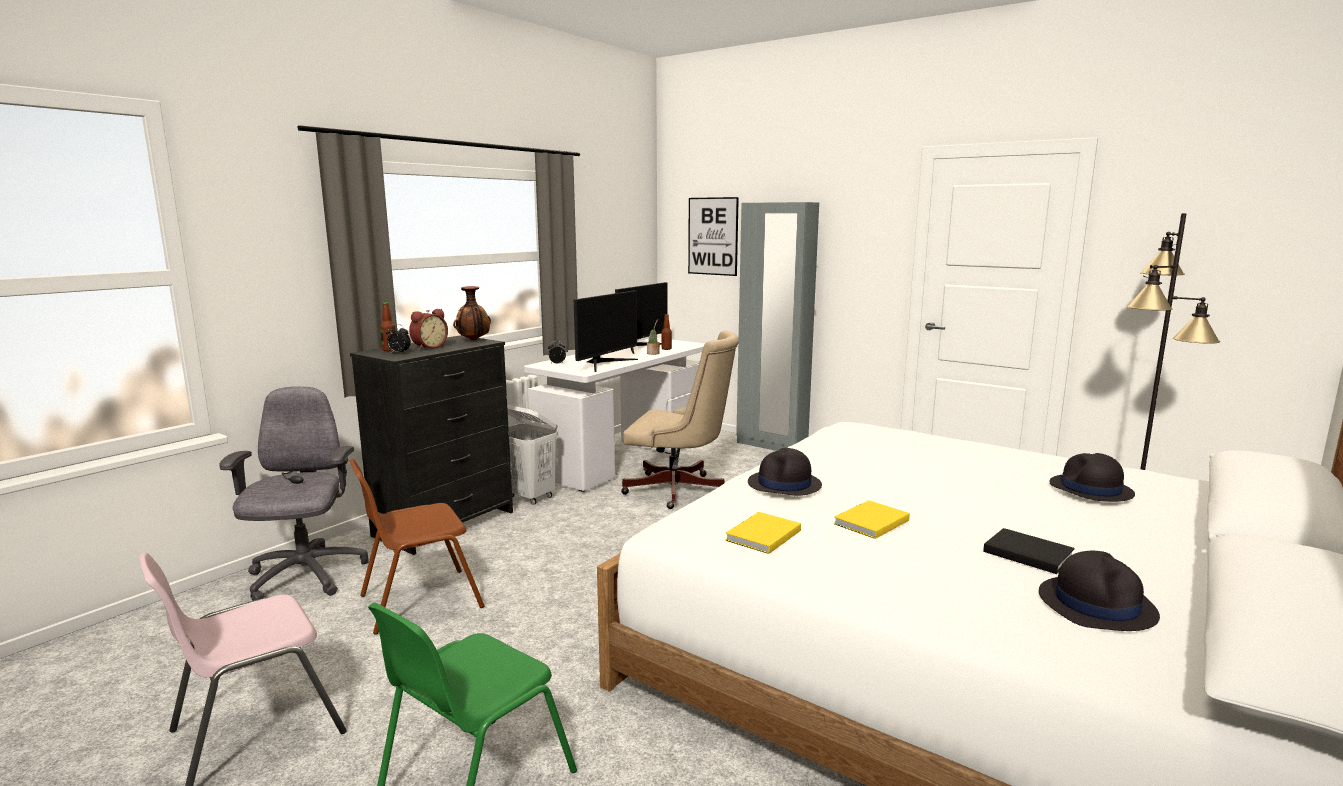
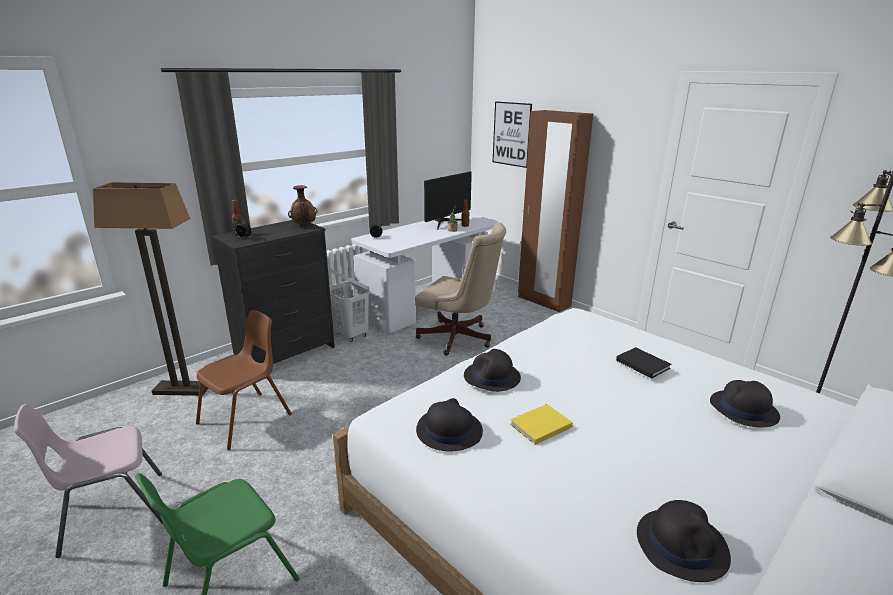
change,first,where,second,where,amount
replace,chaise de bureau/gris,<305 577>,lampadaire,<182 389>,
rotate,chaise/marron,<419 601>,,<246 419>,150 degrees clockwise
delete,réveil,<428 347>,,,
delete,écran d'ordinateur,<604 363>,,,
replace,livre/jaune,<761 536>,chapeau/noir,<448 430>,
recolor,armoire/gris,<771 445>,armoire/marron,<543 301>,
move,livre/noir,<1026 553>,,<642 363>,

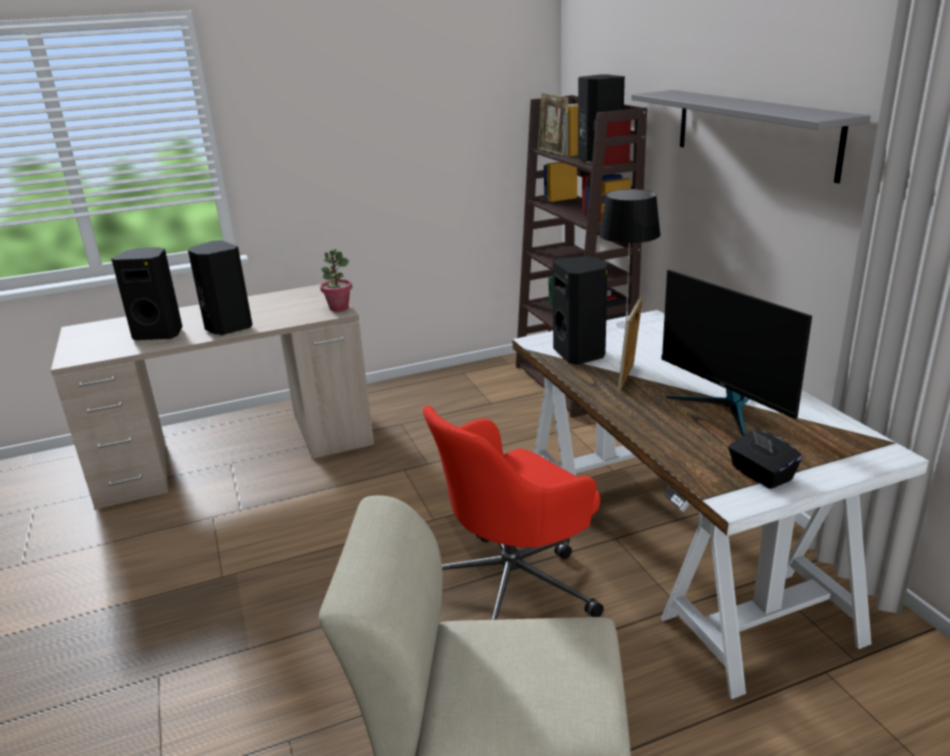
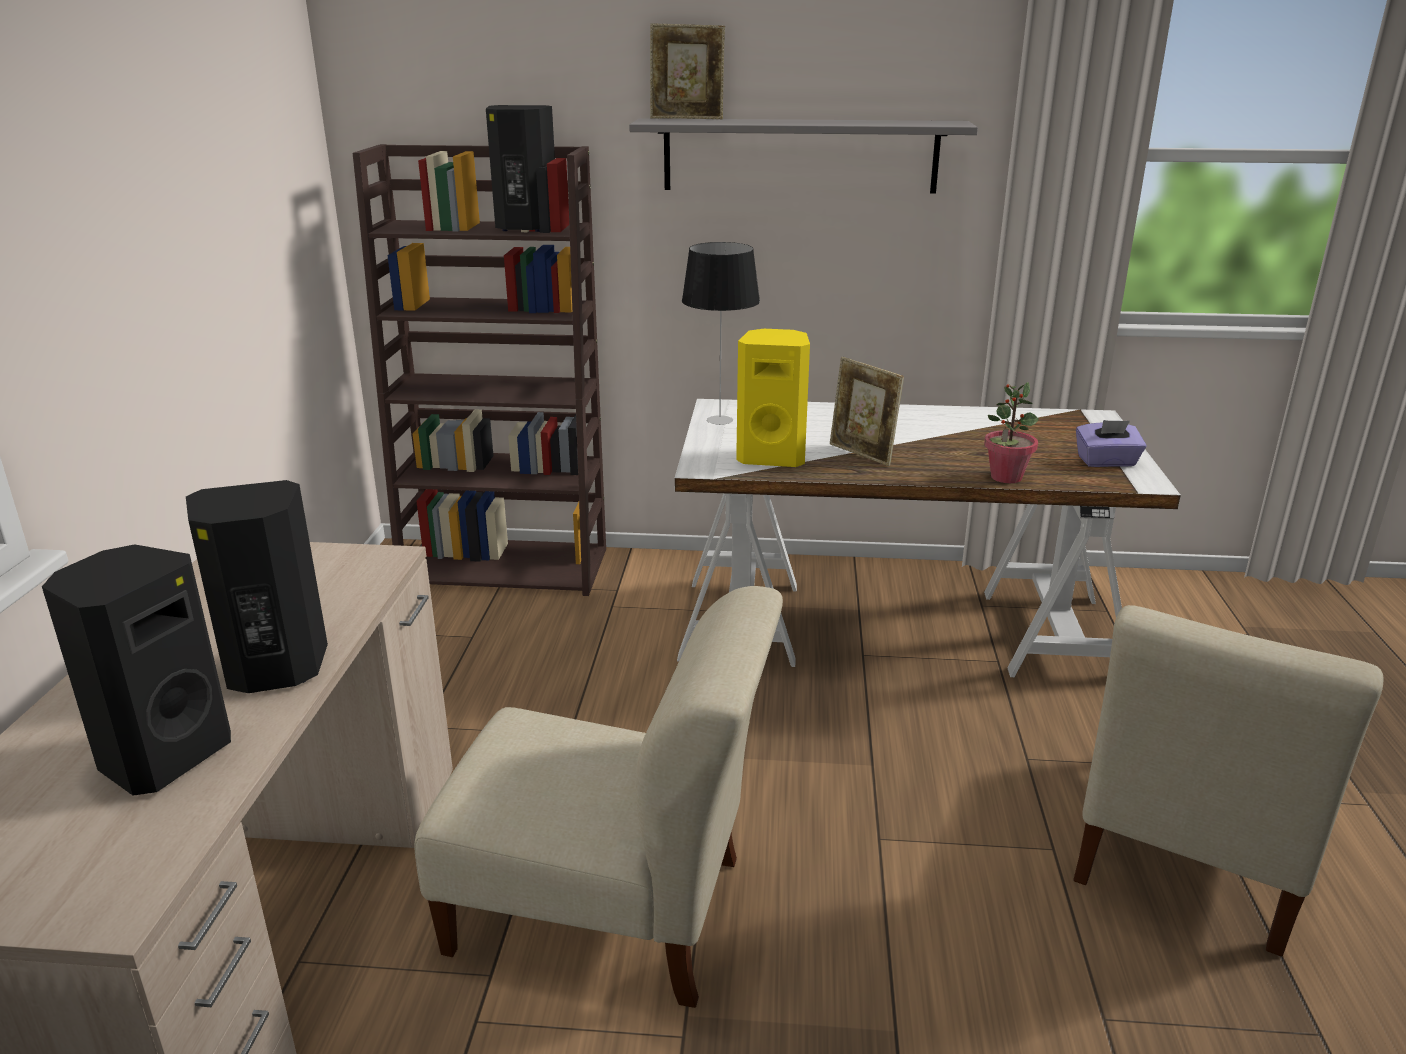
change,first,where,second,where,amount
move,plante en pot,<339 308>,,<1005 477>,
delete,chaise de bureau/rouge,<514 586>,,,
move,cadre photo,<552 152>,,<687 119>,
recolor,enceinte/noir,<580 354>,enceinte/jaune,<772 457>,
delete,écran d'ordinateur,<725 407>,,,
recolor,boîte à mouchoirs/noir,<761 474>,boîte à mouchoirs/violet,<1106 462>,
insert,,,chaise/beige,<609 910>,

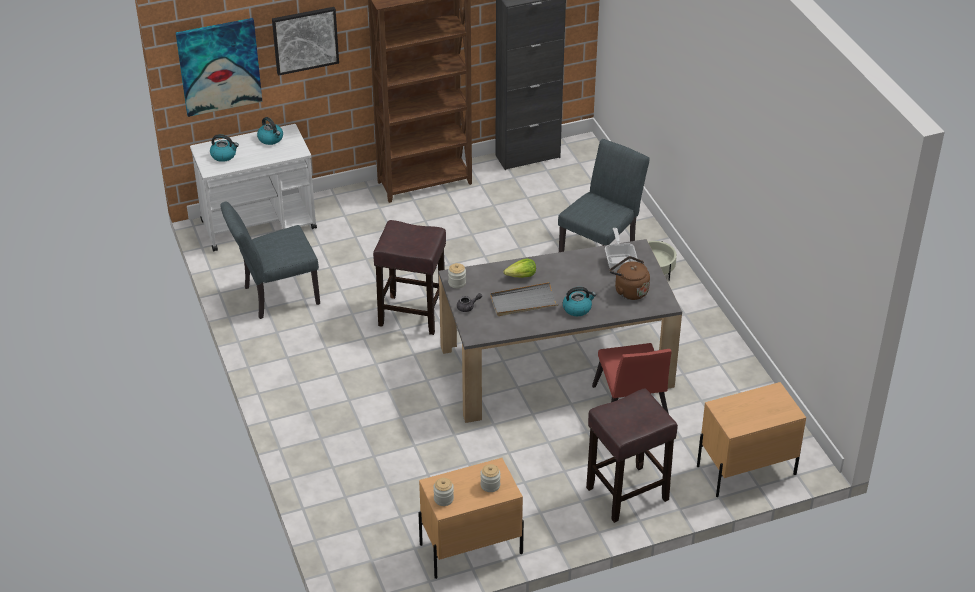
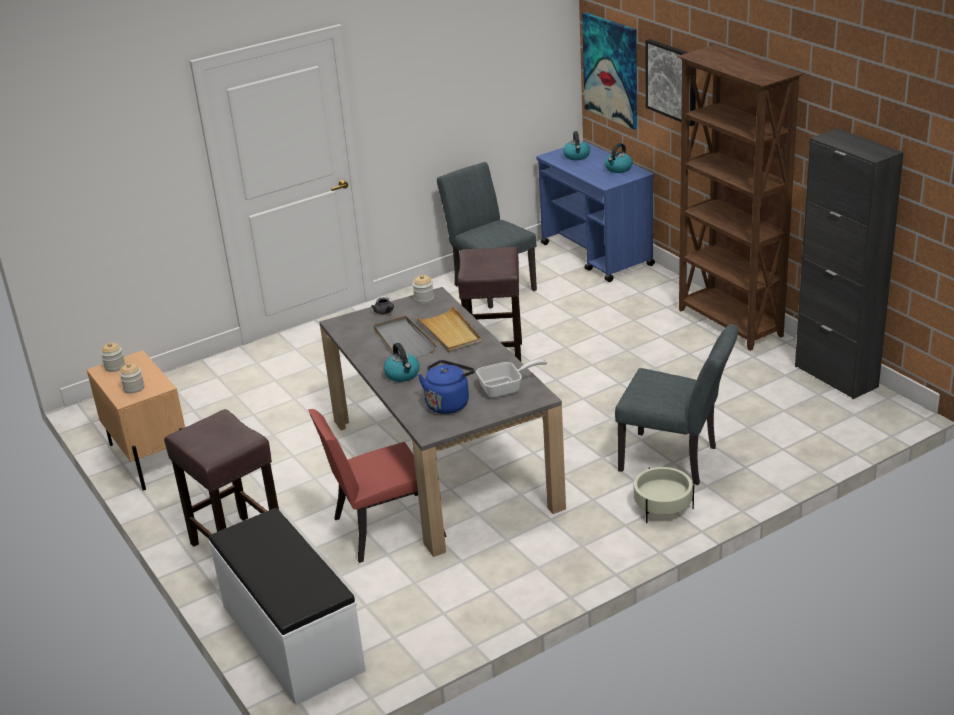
change,first,where,second,where,amount
recolor,chariot/blanc,<259 225>,chariot/bleu,<597 255>,
replace,laitue,<521 276>,plateau/beige,<449 332>,
recolor,bouilloire/marron,<629 291>,bouilloire/bleu,<448 403>,
replace,table de chevet/beige,<745 470>,banc/blanc,<291 638>,

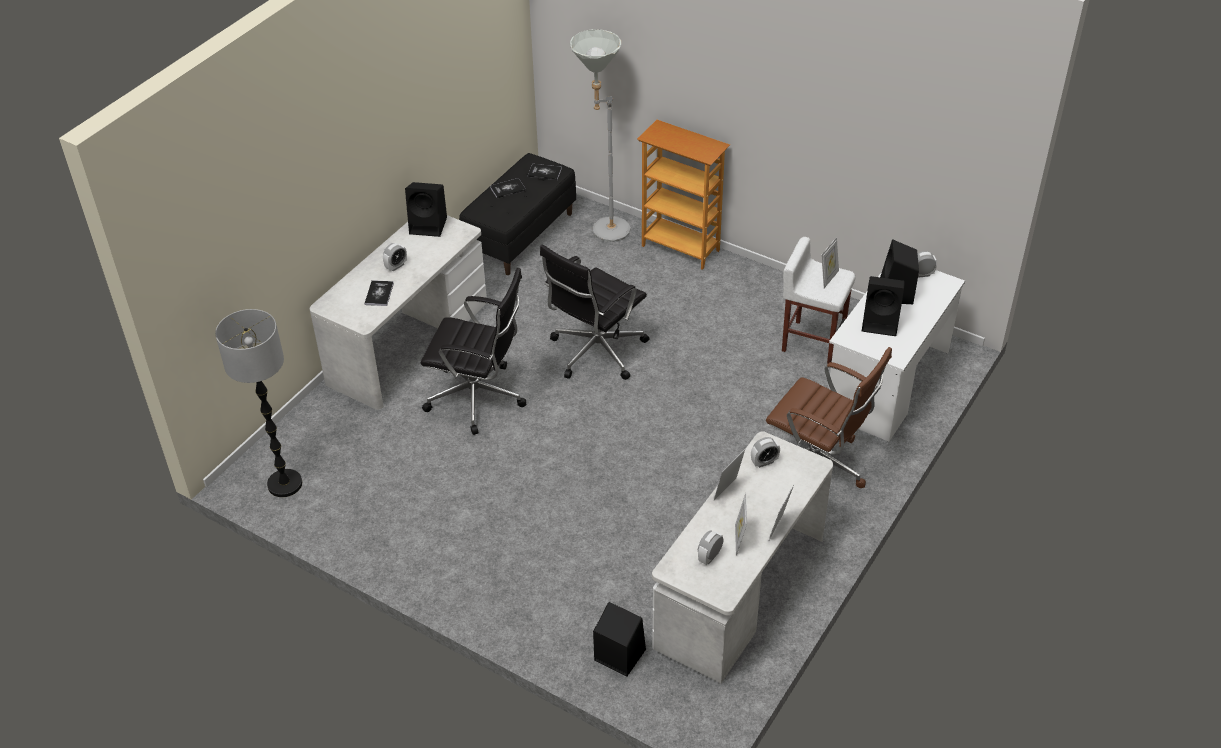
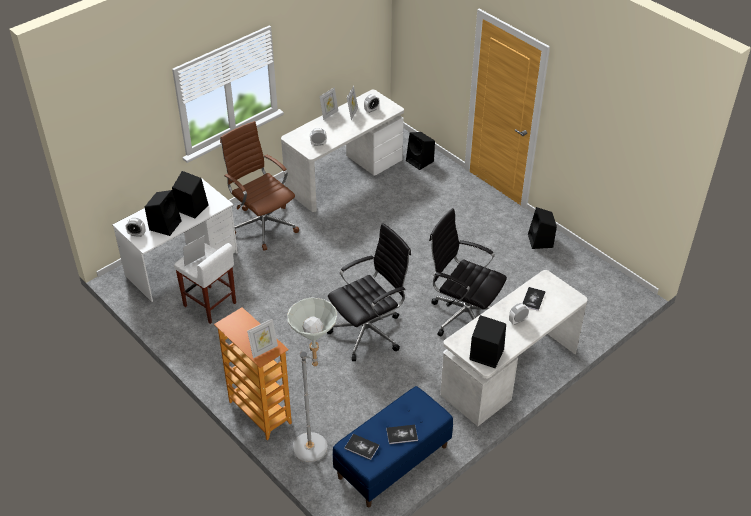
change,first,where,second,where,amount
delete,lampadaire,<285 484>,,,
recolor,banc/noir,<520 235>,banc/bleu,<393 462>,
move,cadre photo,<728 491>,,<264 350>,
insert,,,enceinte/noir,<540 241>,

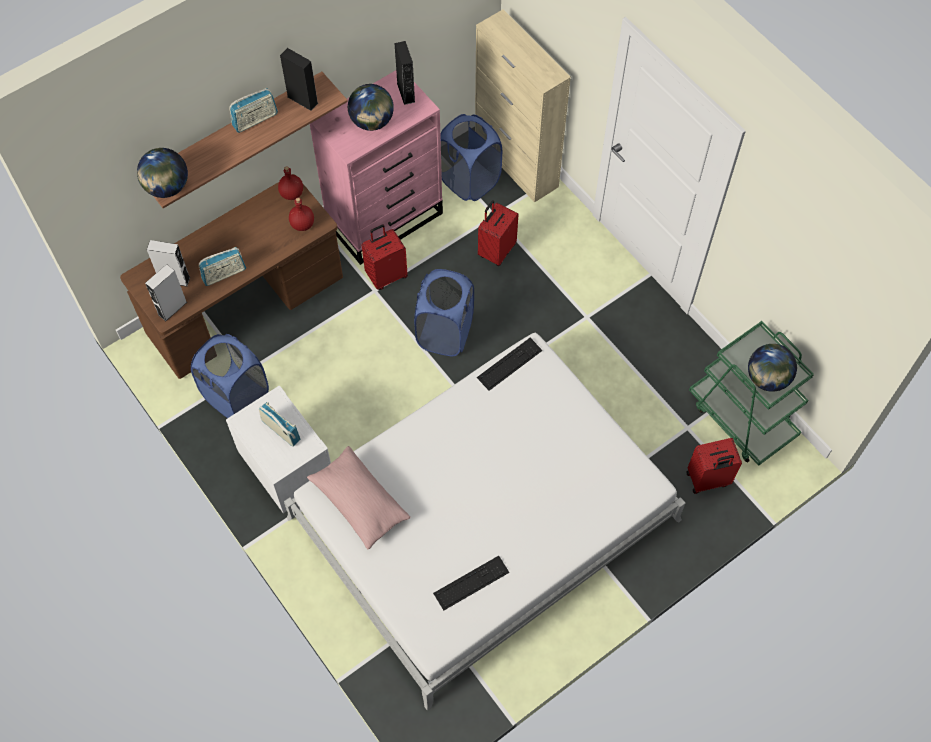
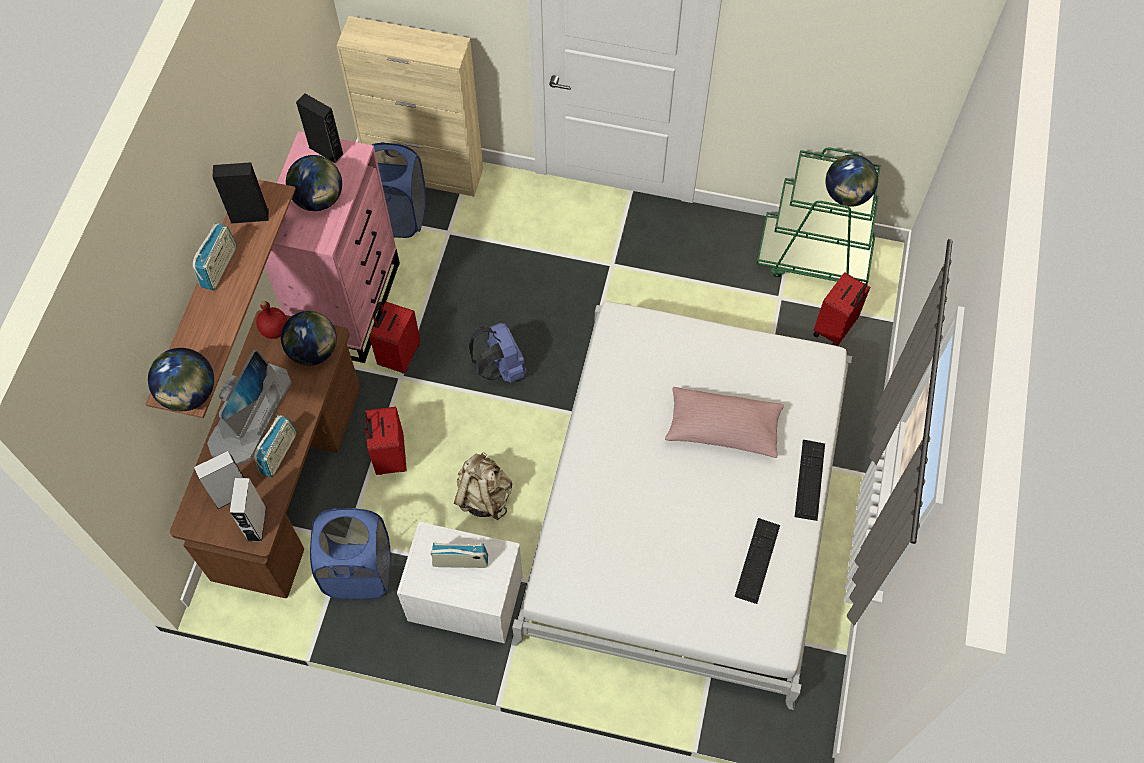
change,first,where,second,where,amount
replace,bouteille/rouge,<303 224>,globe,<314 351>,
move,coussin/rose,<359 502>,,<722 429>,
replace,panier à linge/bleu,<445 333>,sac à dos/bleu,<501 368>,
move,clavier,<509 364>,,<810 479>,
move,valise/rouge,<496 250>,,<389 457>,
insert,,,écran d'ordinateur,<250 412>,
insert,,,sac à dos/beige,<484 496>,

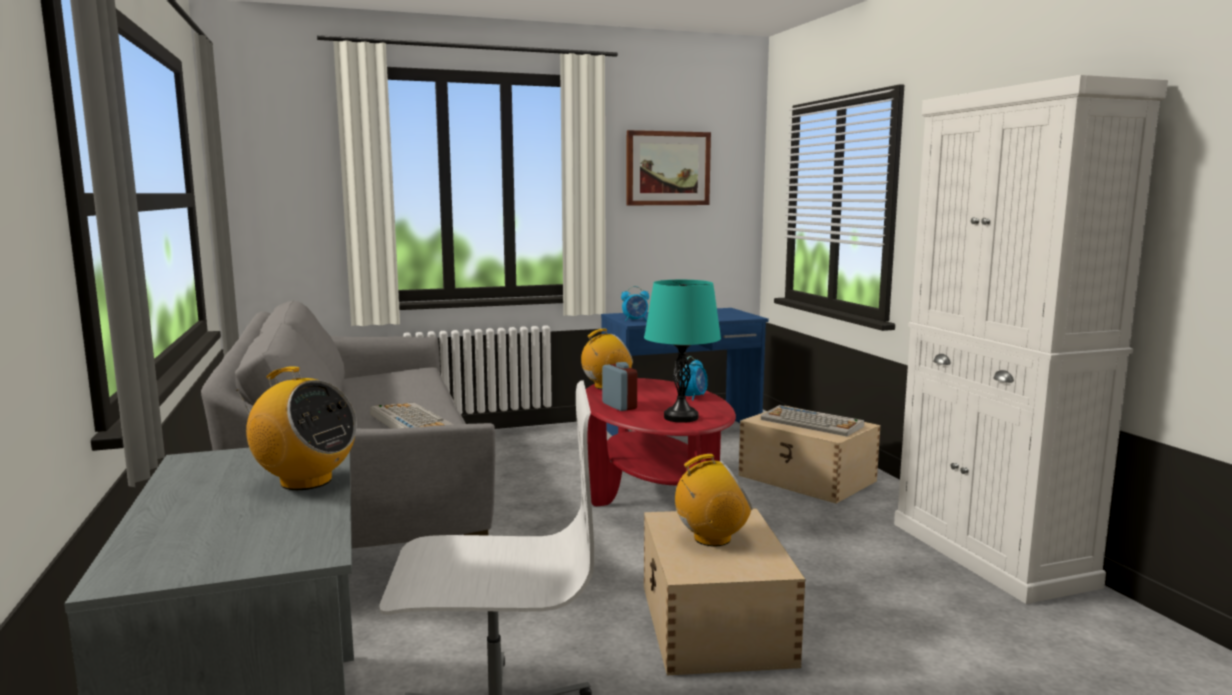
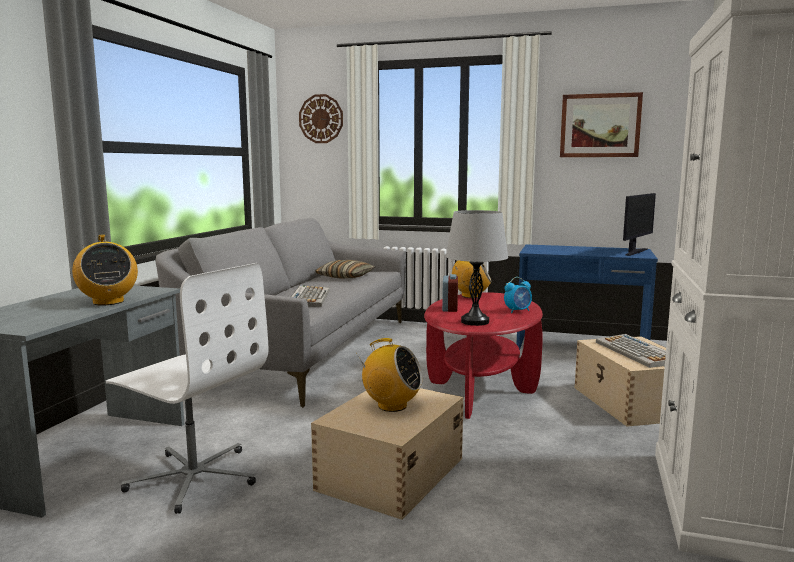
change,first,where,second,where,amount
delete,réveil,<635 320>,,,
recolor,lampe de table/turquoise,<681 417>,lampe de table/gris,<475 322>,
insert,,,horloge murale,<321 119>,
insert,,,coussin,<345 277>,
insert,,,écran d'ordinateur,<635 252>,

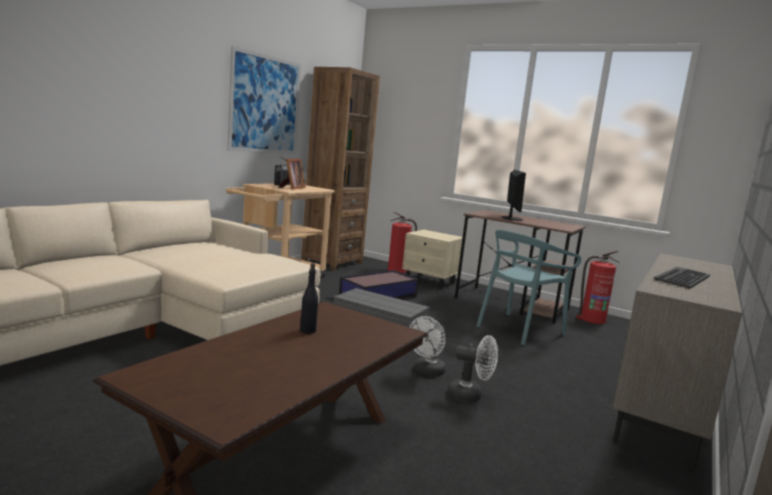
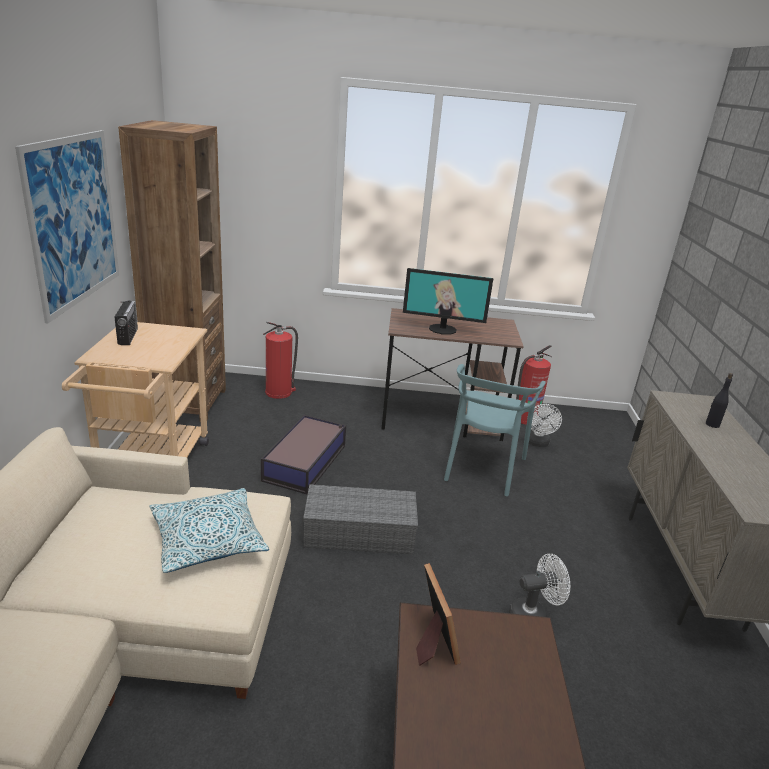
change,first,where,second,where,amount
move,cadre photo,<292 188>,,<433 640>,
move,bouteille/noir,<308 330>,,<712 424>,
delete,table de chevet/beige,<430 282>,,,
move,ventilateur/blanc,<427 372>,,<537 443>,
rotate,écran d'ordinateur,<511 218>,,<442 329>,120 degrees clockwise
delete,clavier,<683 278>,,,
insert,,,coussin,<208 540>,

